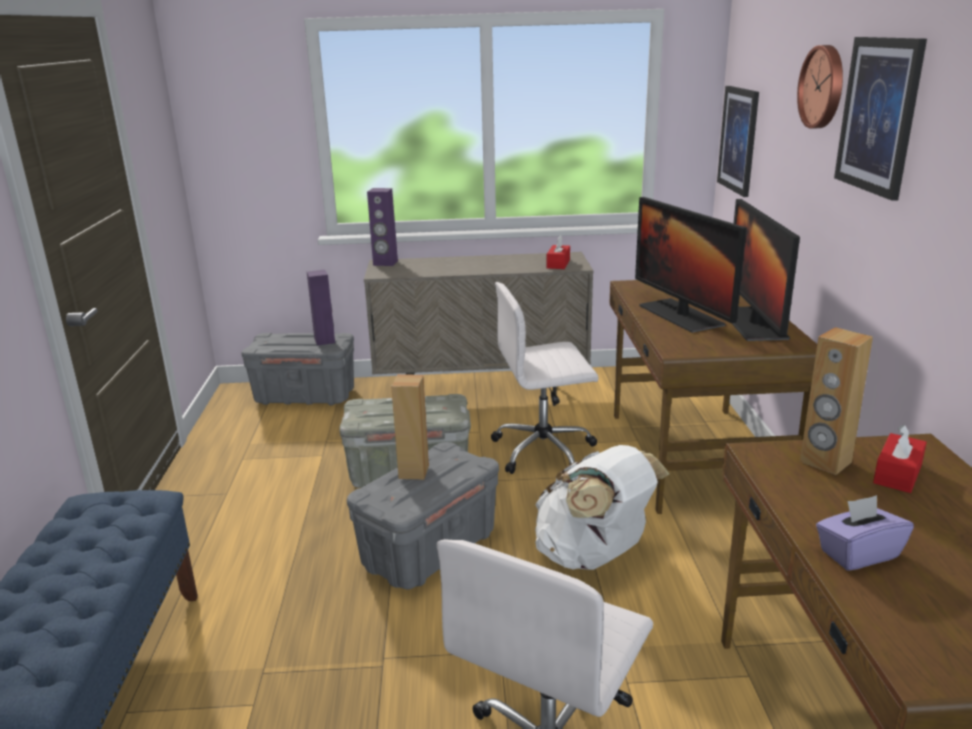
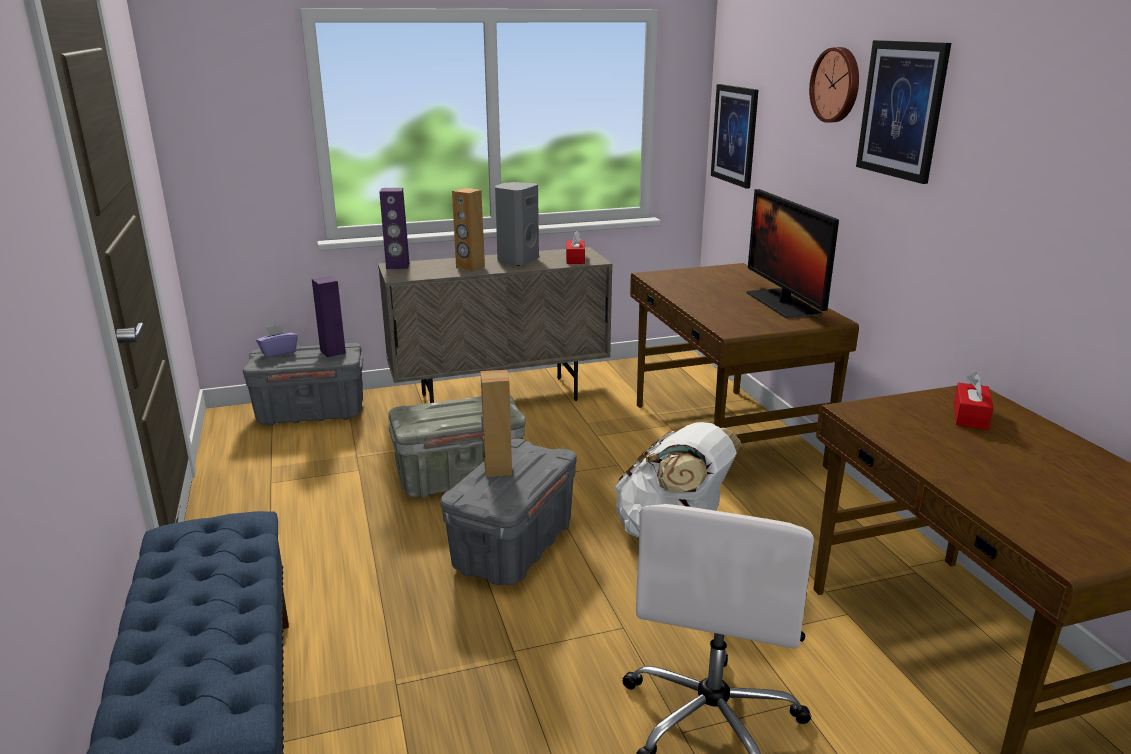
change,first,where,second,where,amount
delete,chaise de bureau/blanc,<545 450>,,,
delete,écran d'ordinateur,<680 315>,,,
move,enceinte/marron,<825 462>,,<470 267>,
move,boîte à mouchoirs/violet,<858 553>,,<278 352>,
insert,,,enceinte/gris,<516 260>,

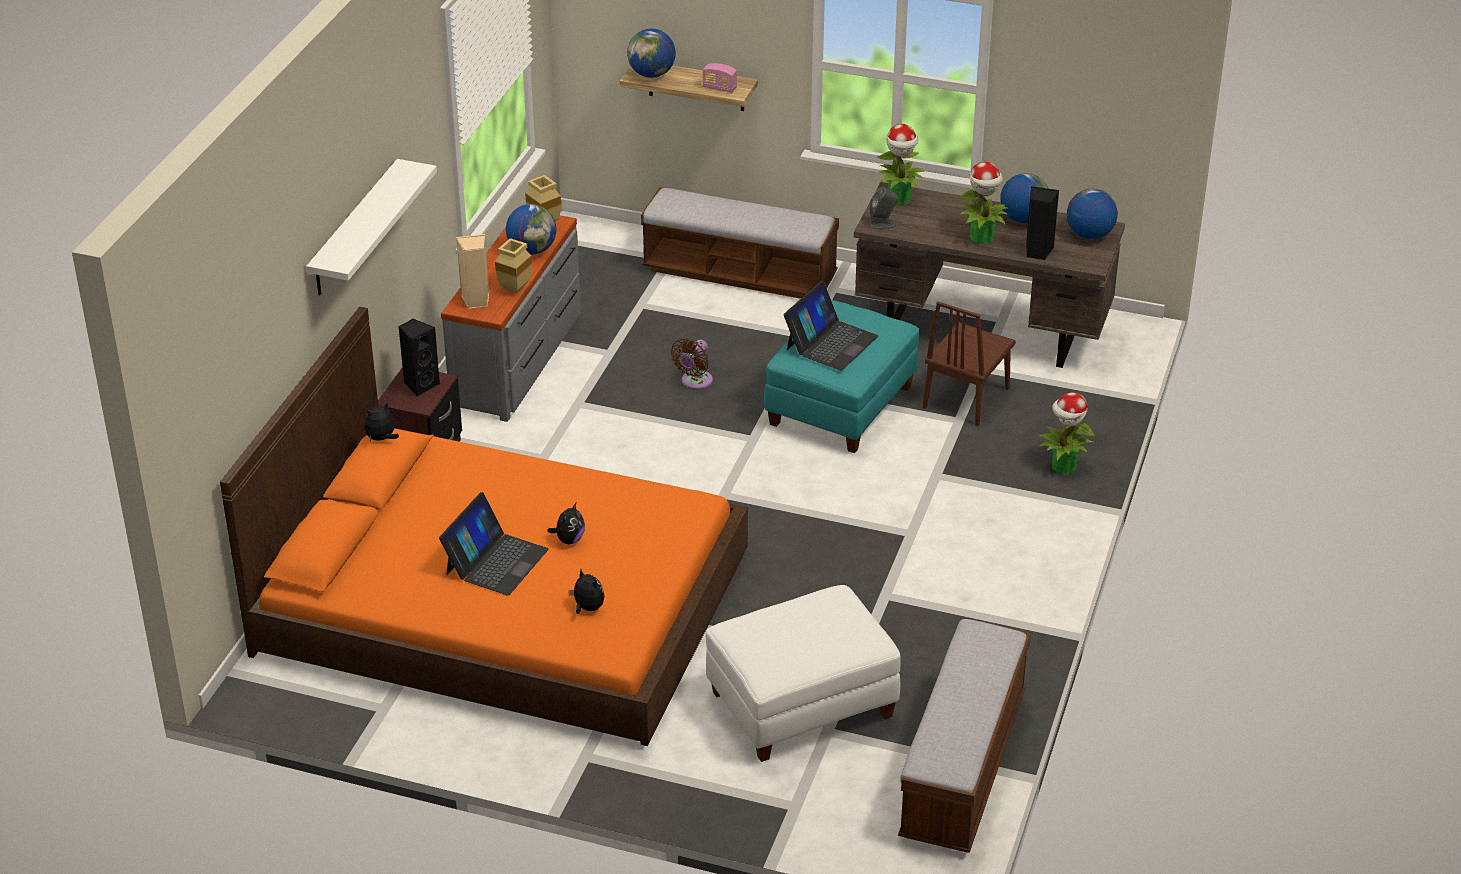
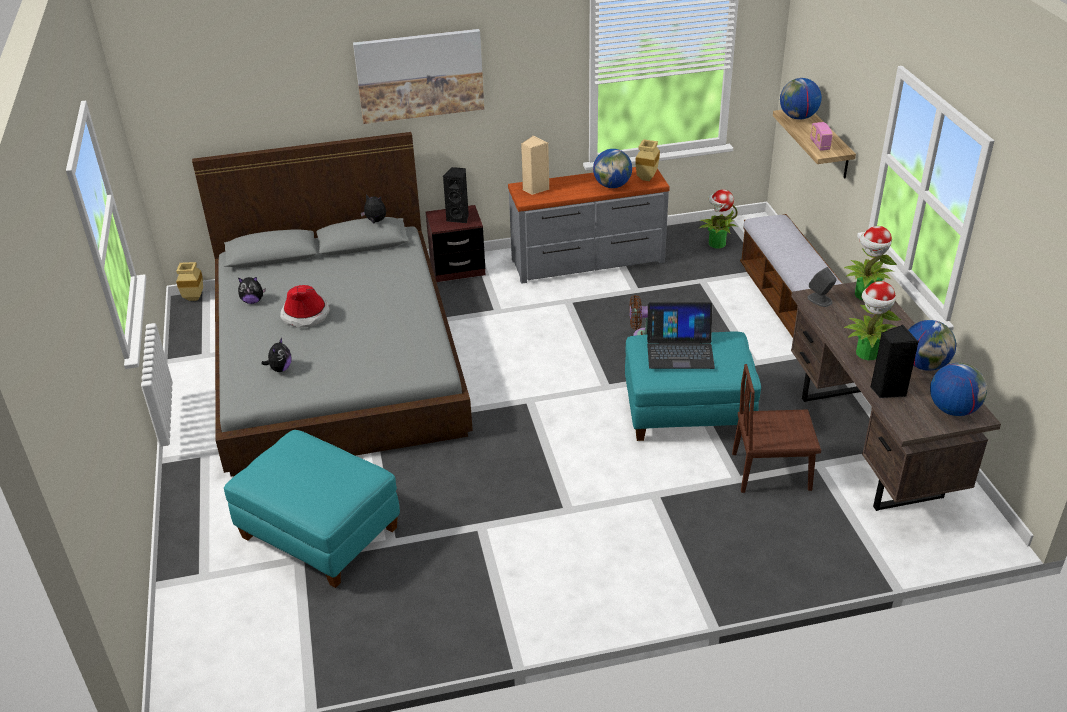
change,first,where,second,where,amount
recolor,lit/orange,<502 603>,lit/gris,<337 356>,
replace,étagère/blanc,<355 229>,tableau,<420 75>,
replace,ordinateur portable,<496 561>,chapeau,<305 315>,
move,vase/beige,<515 290>,,<193 299>,
move,peluche,<569 540>,,<253 301>,
recolor,pouf/blanc,<801 706>,pouf/turquoise,<319 534>,
delete,banc,<962 767>,,,
move,plante en pot,<1063 467>,,<716 244>,

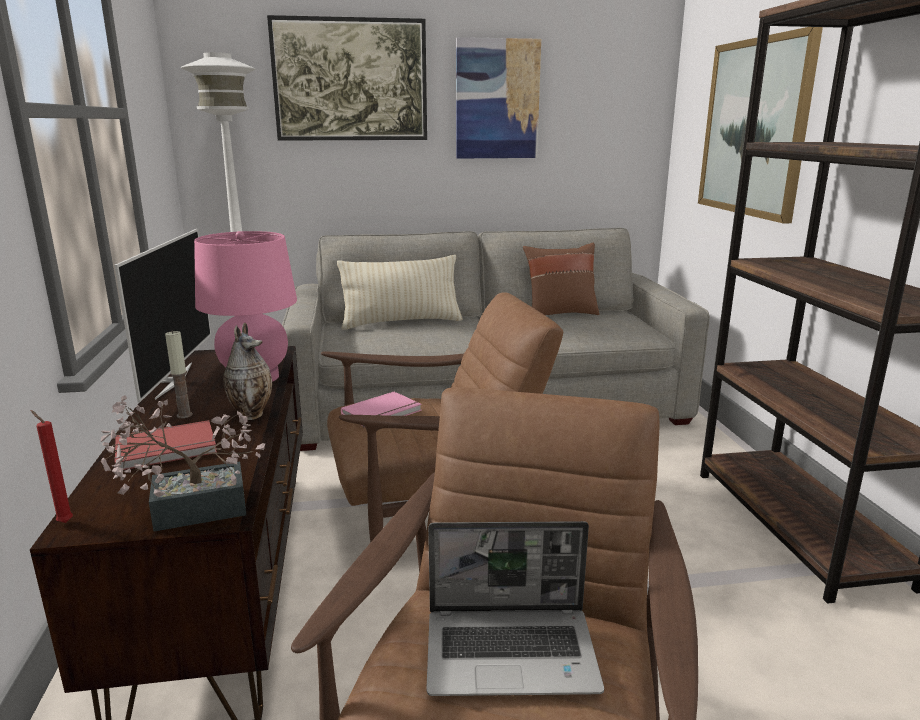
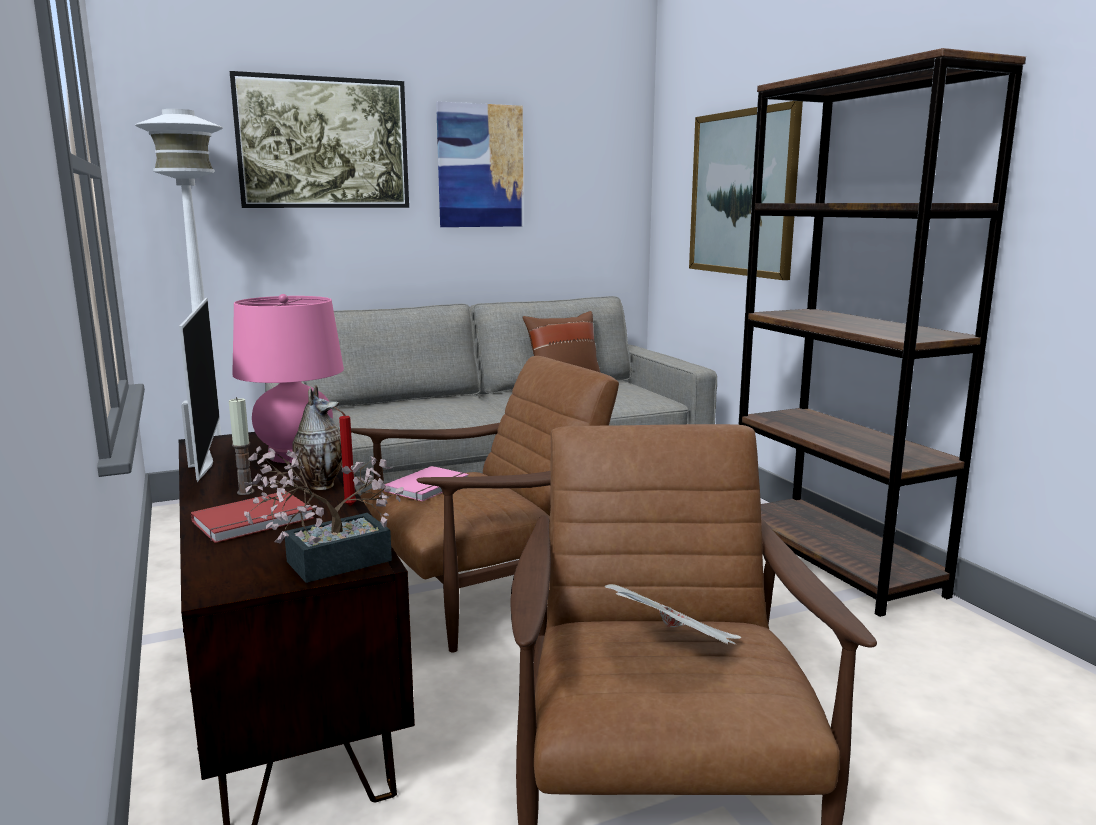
change,first,where,second,where,amount
move,bougie/rouge,<63 522>,,<348 505>,
delete,coussin/beige,<401 322>,,,
replace,ordinateur portable,<512 652>,journal,<675 649>,

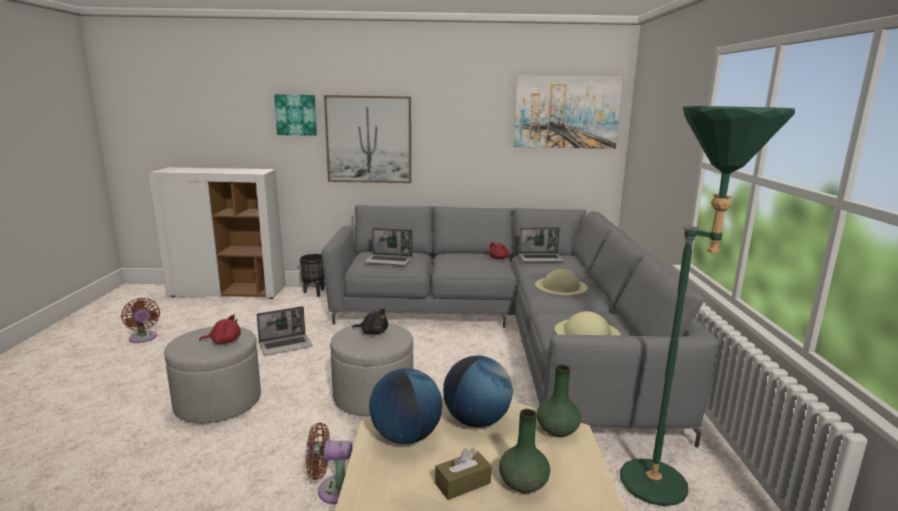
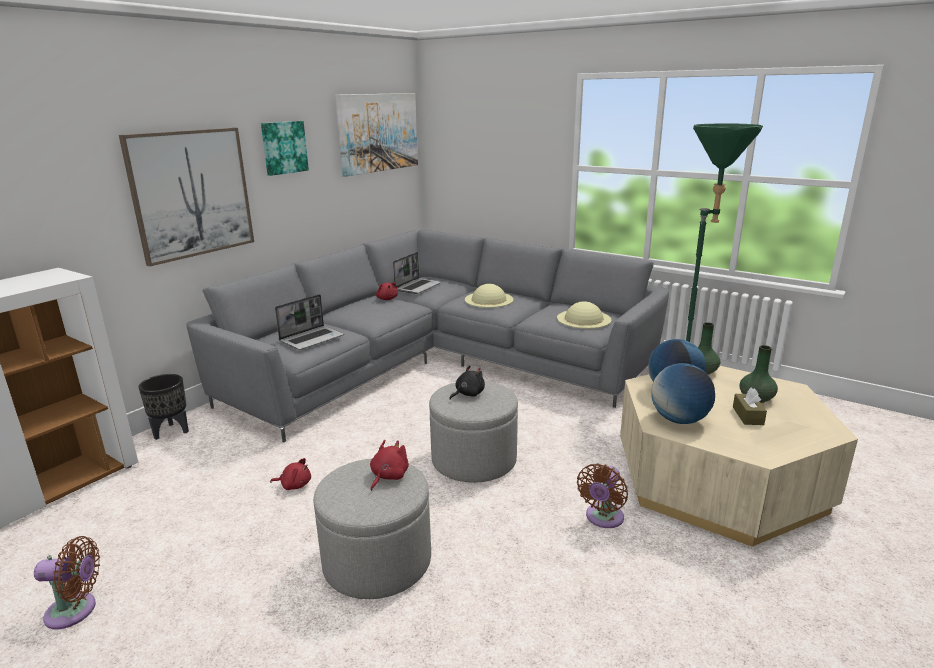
change,first,where,second,where,amount
replace,ordinateur portable,<286 345>,peluche/rouge,<294 485>,
move,tableau,<296 115>,,<283 147>,

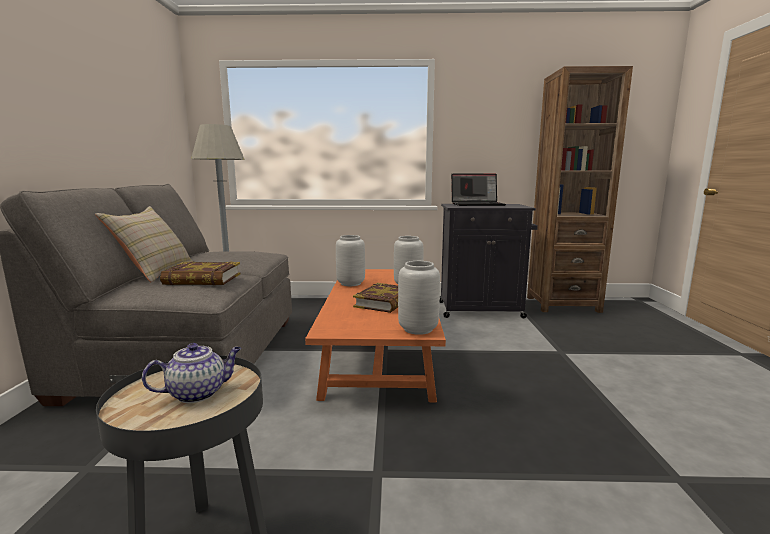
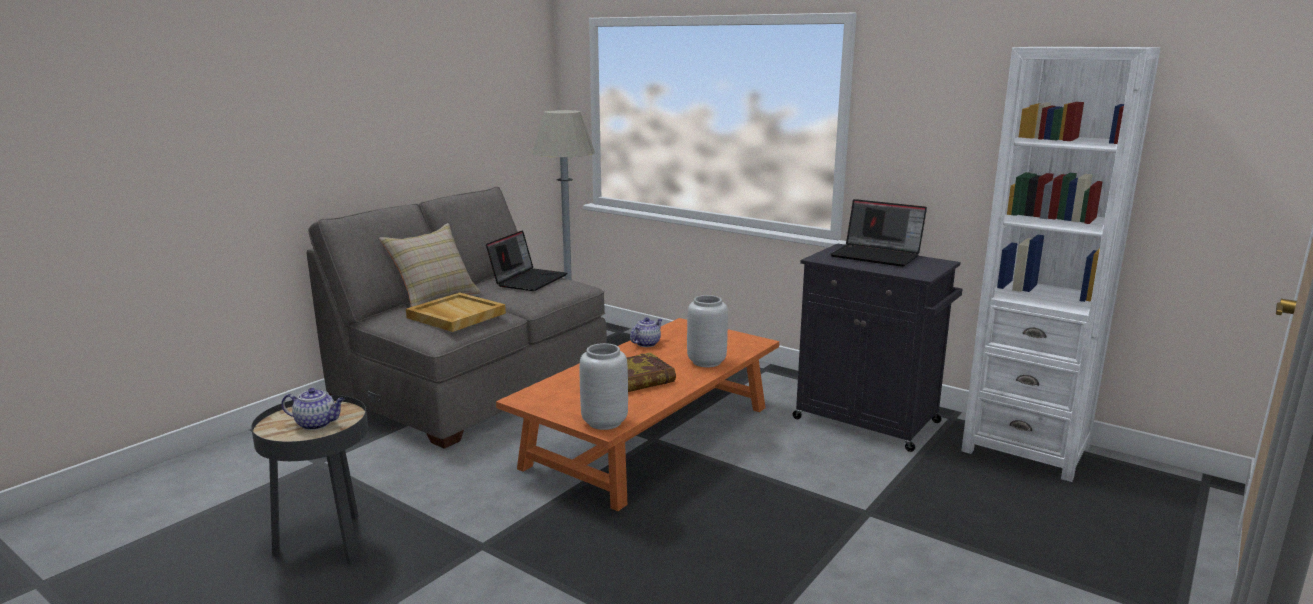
change,first,where,second,where,amount
replace,livre,<202 279>,plateau/beige,<455 315>,
replace,vase/gris,<350 283>,théière,<646 343>,
recolor,bibliothèque/marron,<562 304>,bibliothèque/blanc,<1025 449>,
insert,,,ordinateur portable,<528 280>,

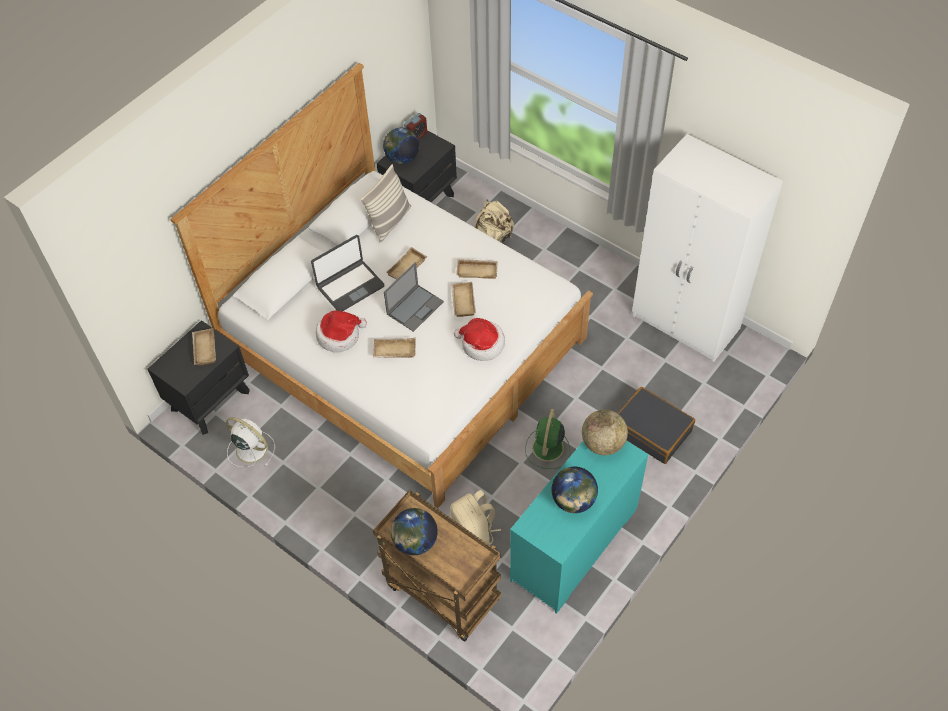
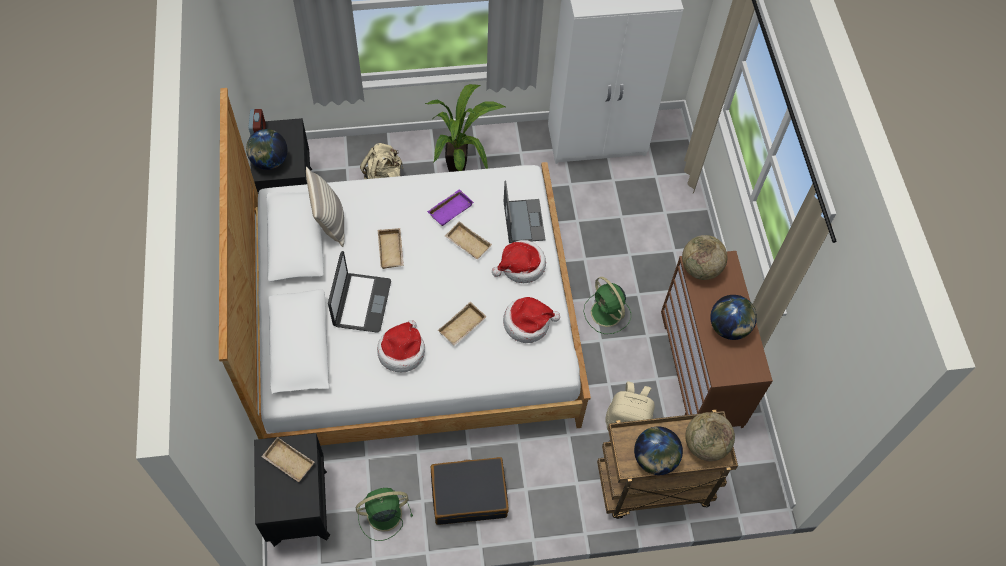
change,first,where,second,where,amount
recolor,ventilateur/blanc,<250 448>,ventilateur/vert,<382 514>,
move,ordinateur portable,<415 307>,,<523 220>,
recolor,plateau/beige,<477 270>,plateau/violet,<450 209>,
recolor,commode/turquoise,<575 546>,commode/marron,<702 368>,
move,valise/noir,<652 430>,,<469 494>,
insert,,,plante en pot,<461 166>,
insert,,,chapeau,<528 323>,
insert,,,globe,<705 445>,

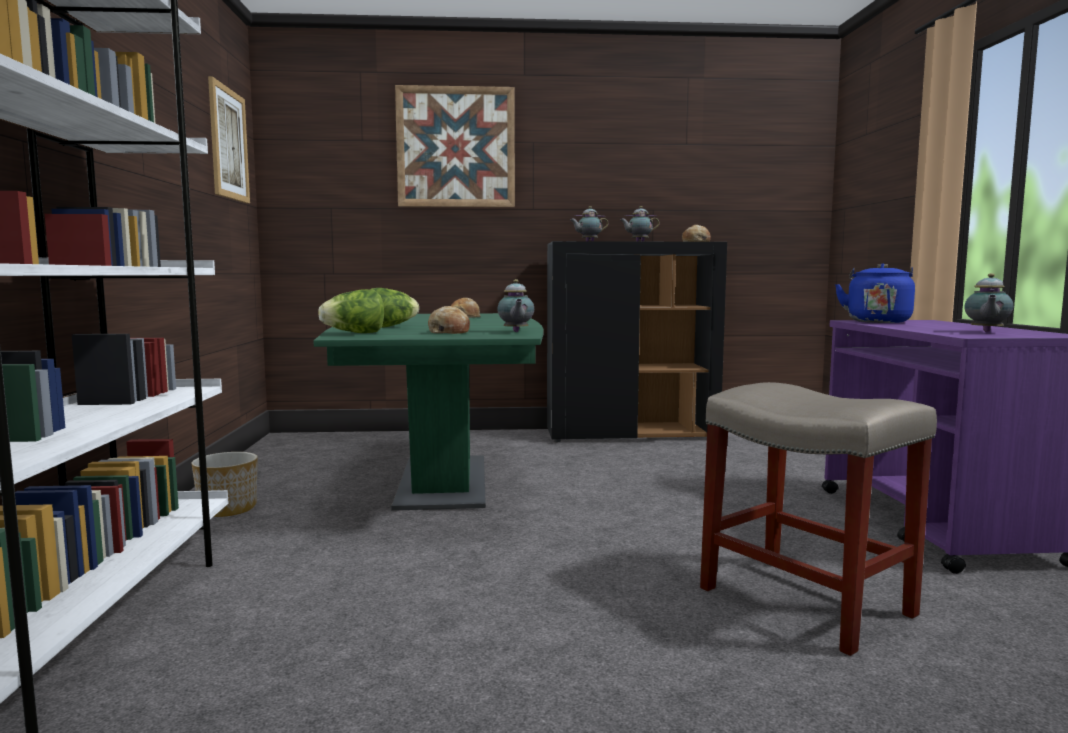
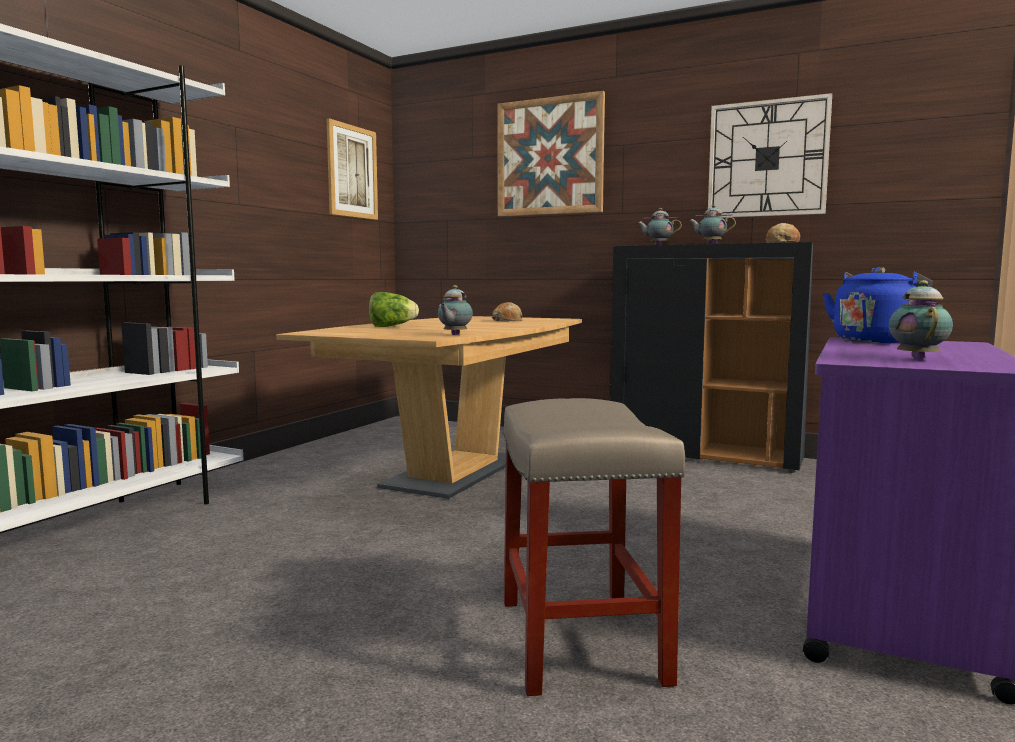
change,first,where,second,where,amount
delete,cache-pot,<227 508>,,,
recolor,table à manger/vert,<443 482>,table à manger/marron,<454 472>,
delete,laitue,<355 333>,,,
delete,pain,<449 332>,,,
rotate,théière,<986 332>,,<917 358>,135 degrees clockwise
insert,,,horloge murale,<767 159>,

